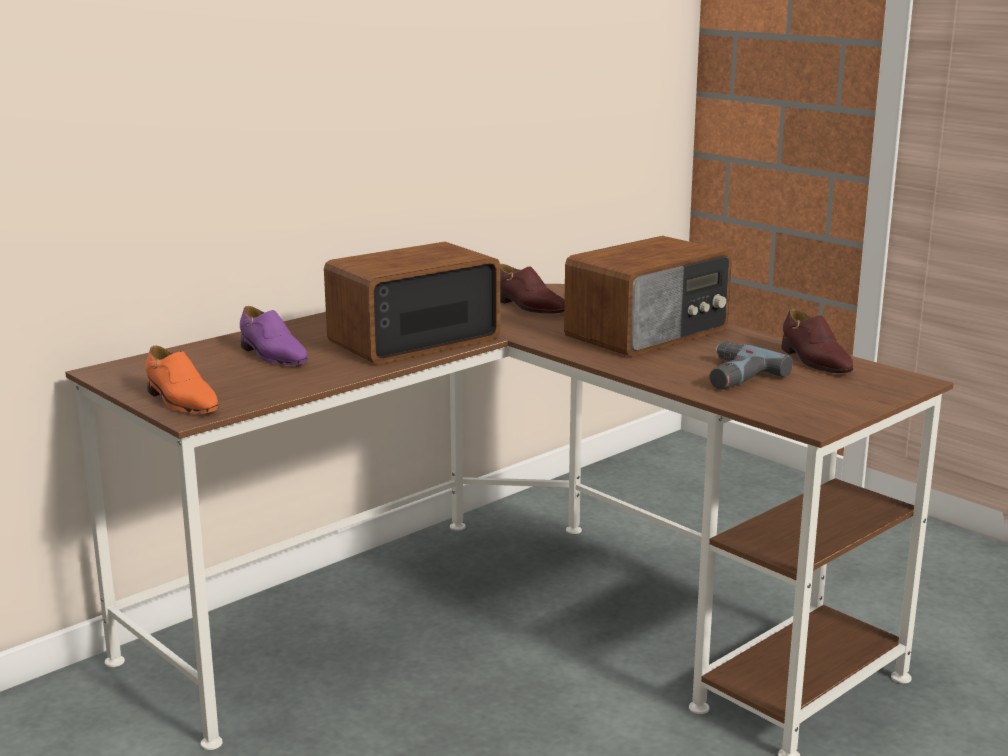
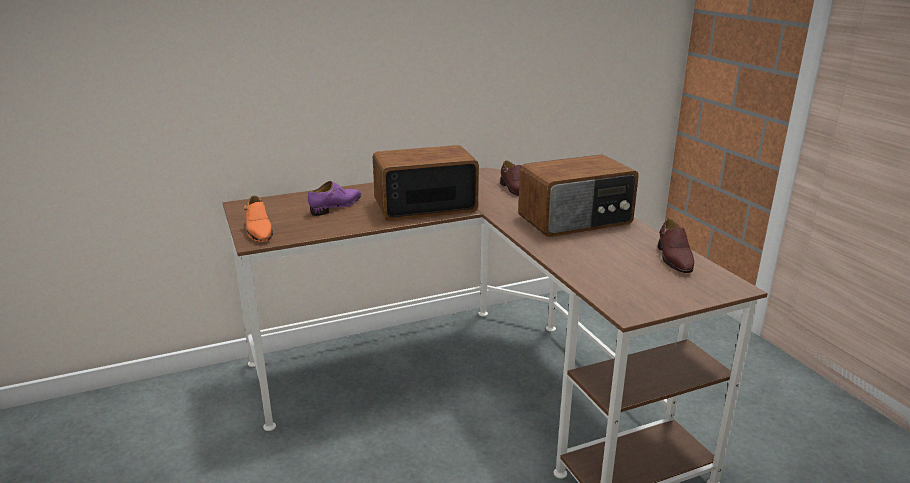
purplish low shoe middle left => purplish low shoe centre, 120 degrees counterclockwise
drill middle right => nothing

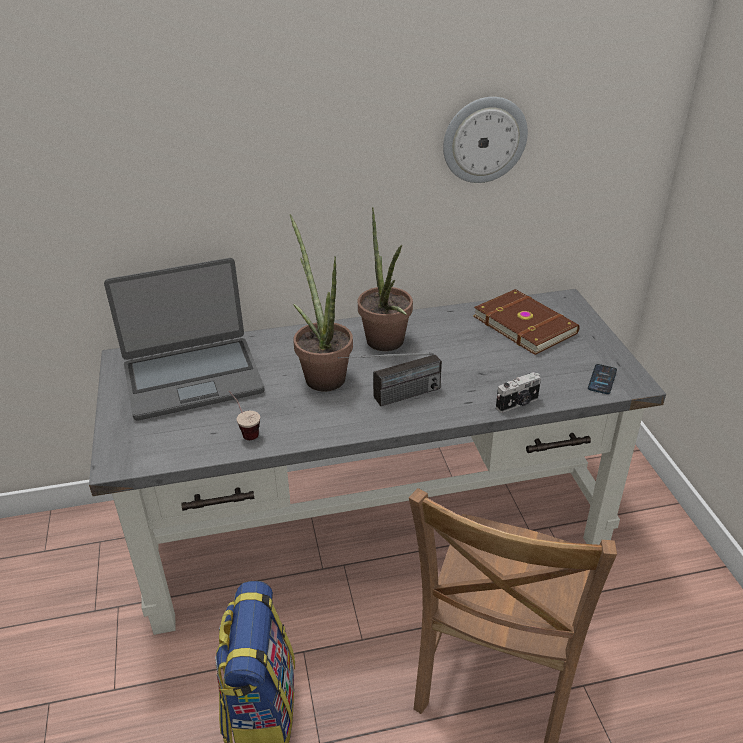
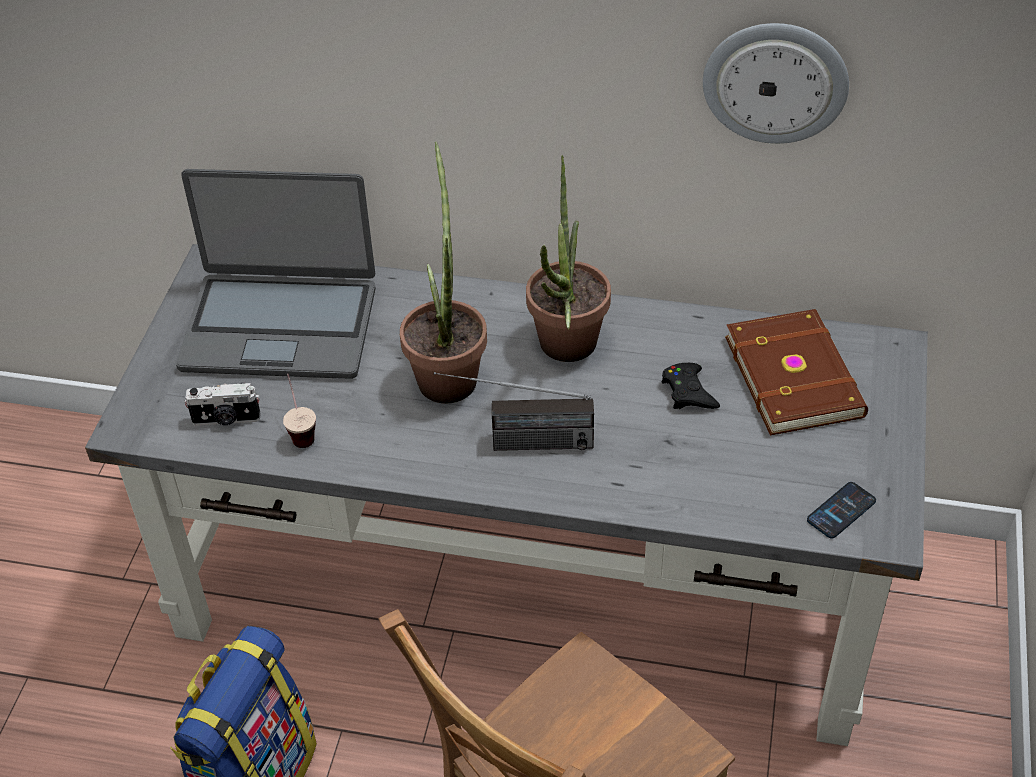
photo camera middle right => photo camera middle left, relocated
nothing => black-coloured joypad centre

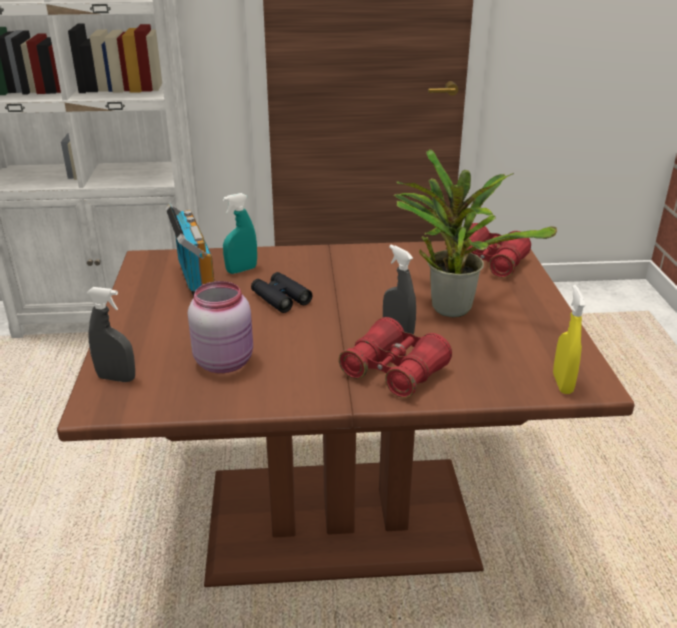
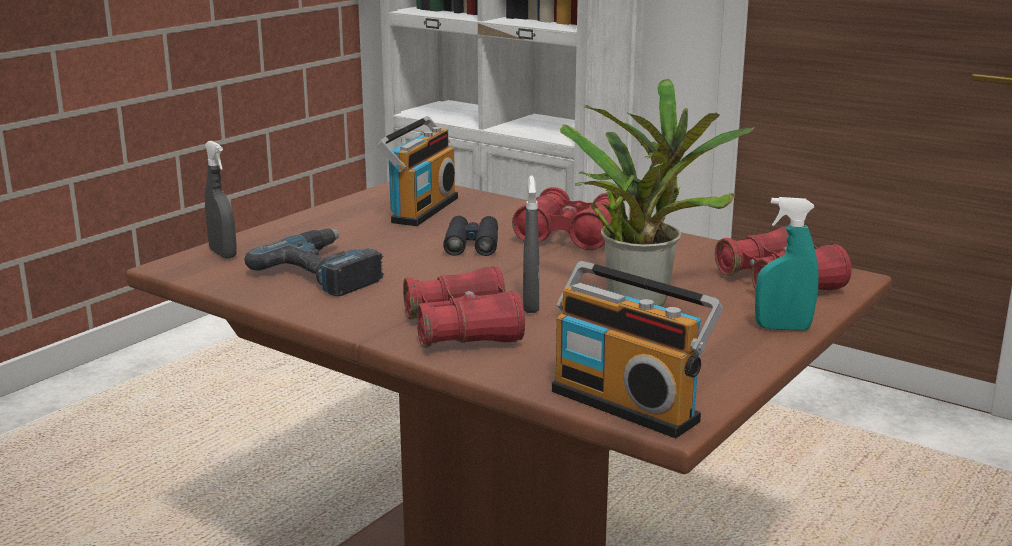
pink preserve jar middle left => drill middle left
turquoise spray bottle centre => turquoise spray bottle middle right, relocated
yellow-coloured spray bottle middle right => radio receiver (no. 2 from left) centre
nothing => red-coloured field glasses (no. 2 from left) centre

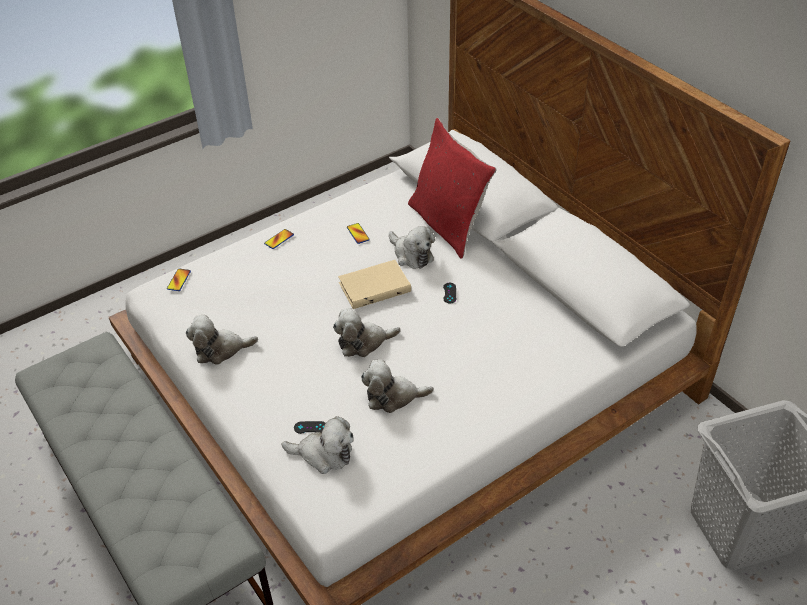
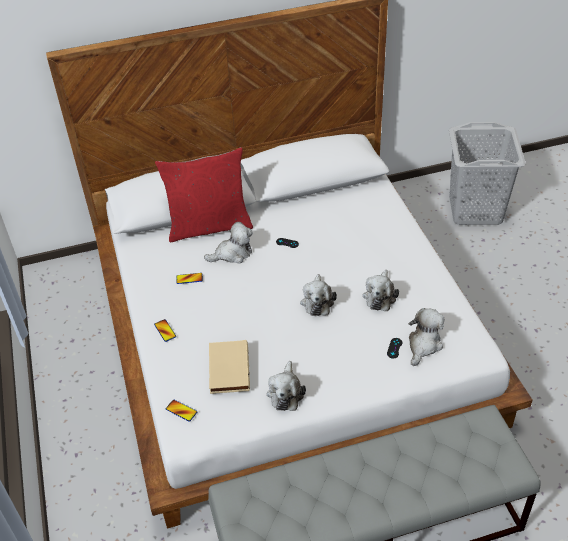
sand-coloured bound book centre => sand-coloured bound book bottom centre, relocated

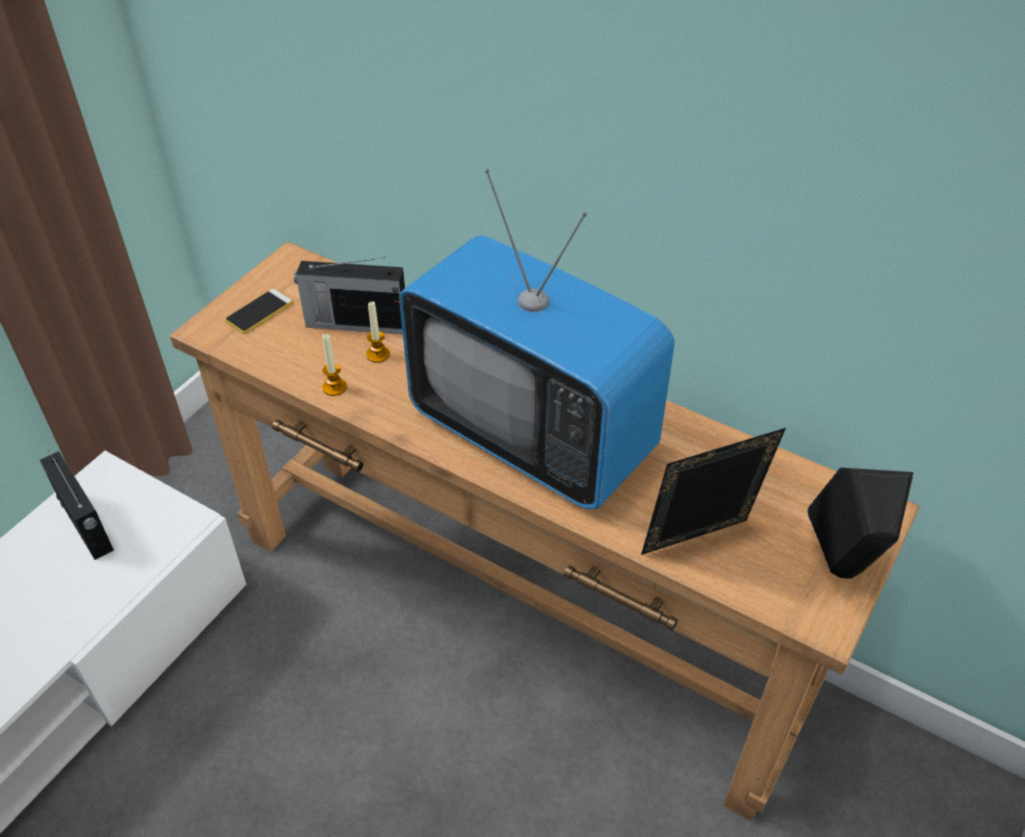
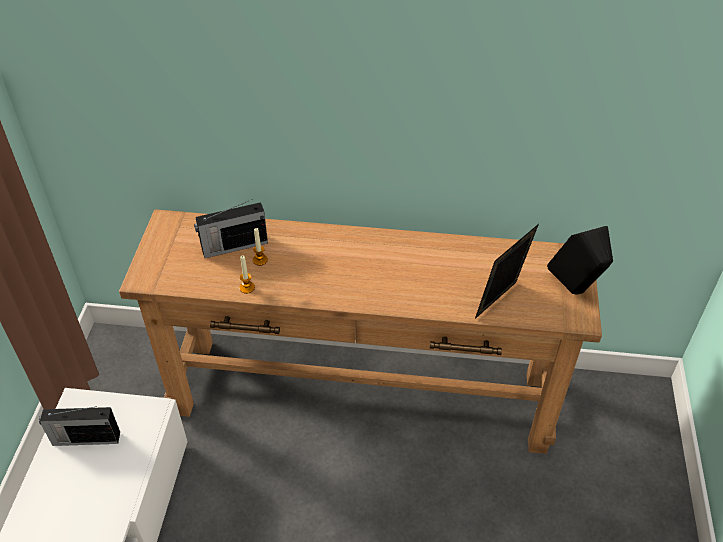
radio receiver (no. 1 from left) middle left => radio receiver (no. 1 from left) bottom left, 150 degrees clockwise
handset middle left => nothing
TV centre => nothing

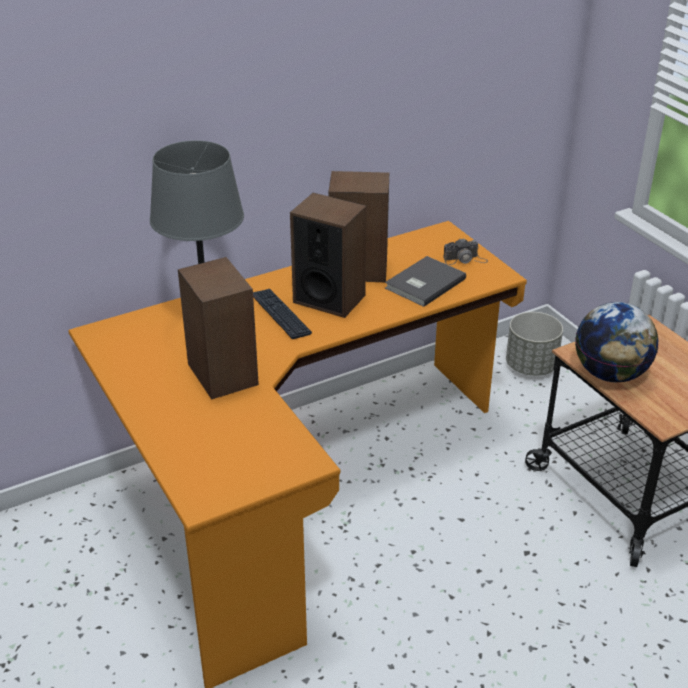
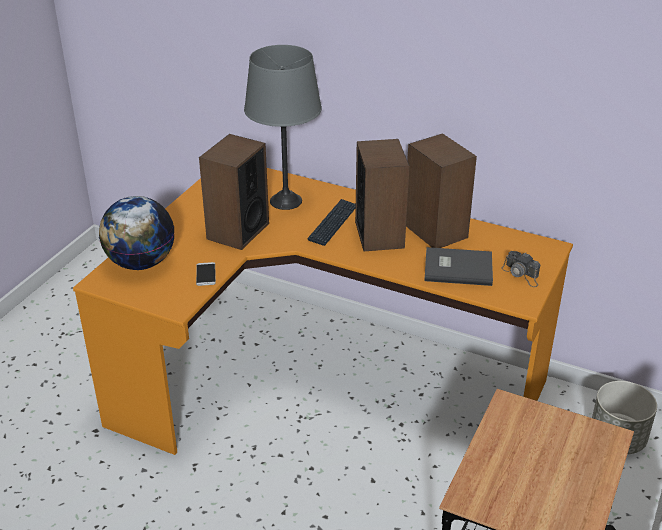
globe middle right => globe middle left, relocated
nothing => handset middle left

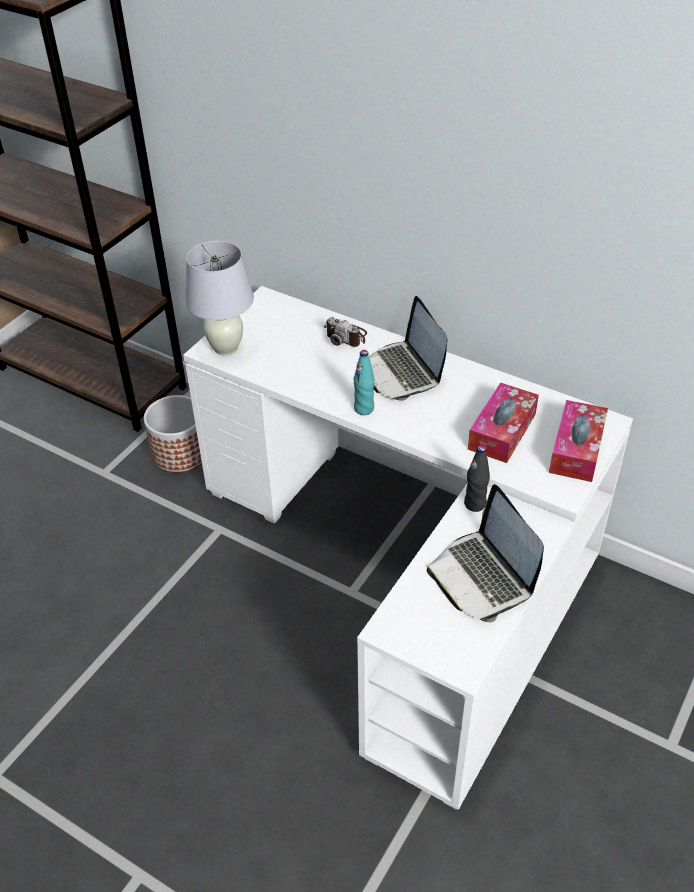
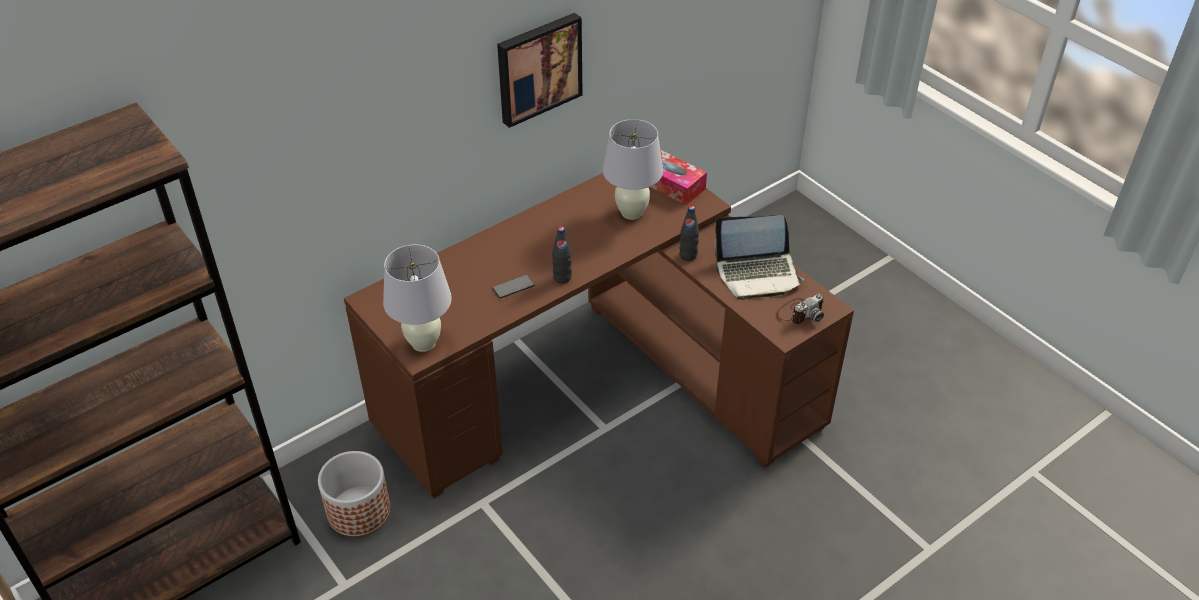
whitish desk table centre => brownish desk table centre
photo camera centre => photo camera middle right, relocated
turquoise drink bottle centre => black-coloured drink bottle (no. 1 from left) centre
notebook computer (no. 1 from left) centre => nothing
tissue holder (no. 1 from left) middle right => whitish tabletop lamp (no. 2 from left) top centre
nothing => handset centre
nothing => wall art top centre

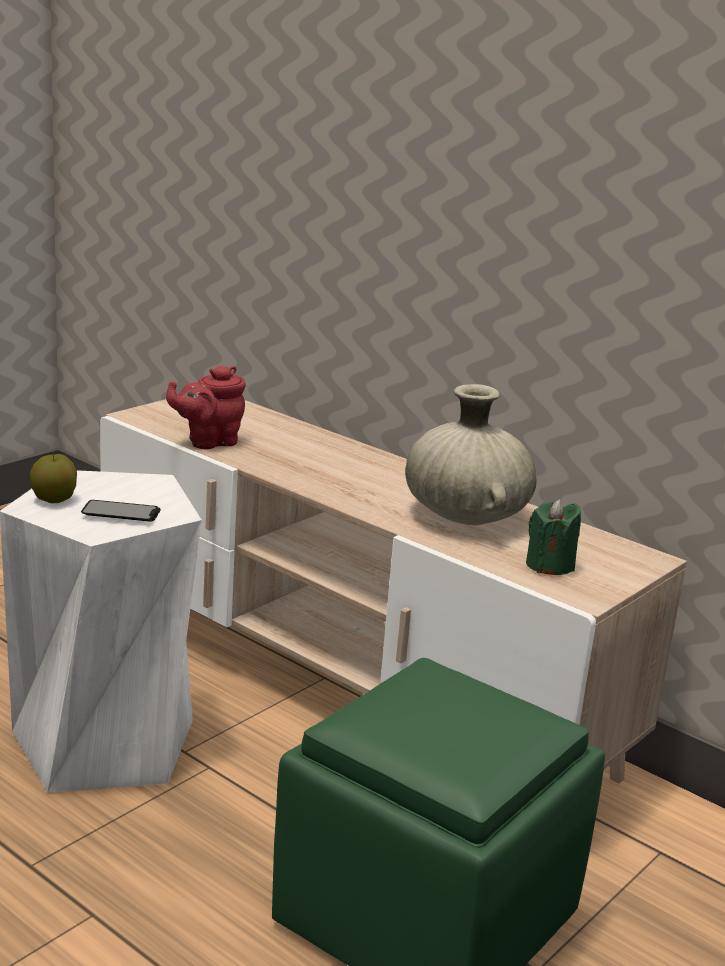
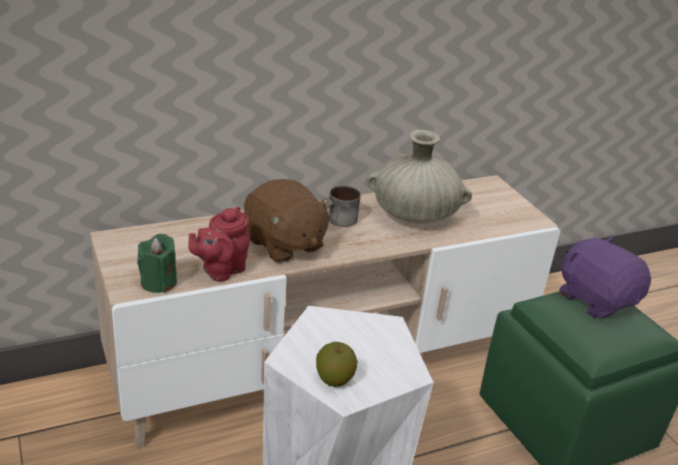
handset middle left => nothing
red-coloured pot for tea middle left, 45 degrees clockwise
green-coloured candle middle right => green-coloured candle middle left, relocated
nothing => brownish plush toy centre
nothing => mug centre
nothing => purplish plush toy middle right

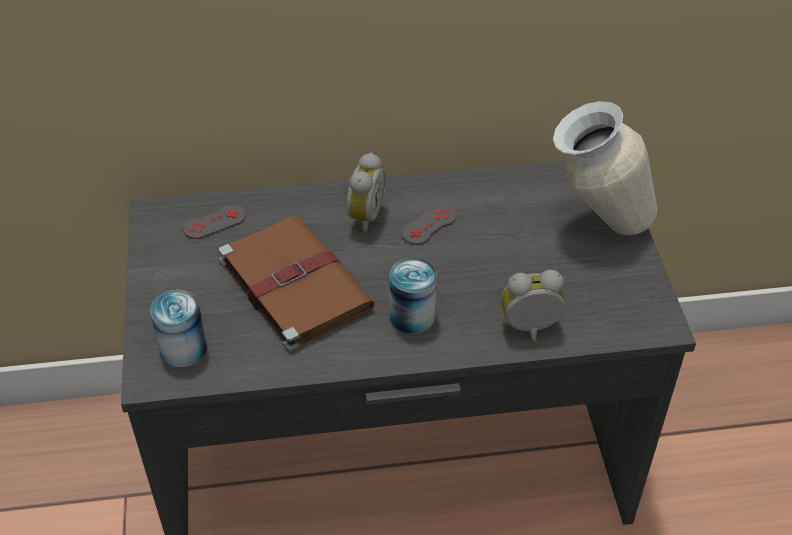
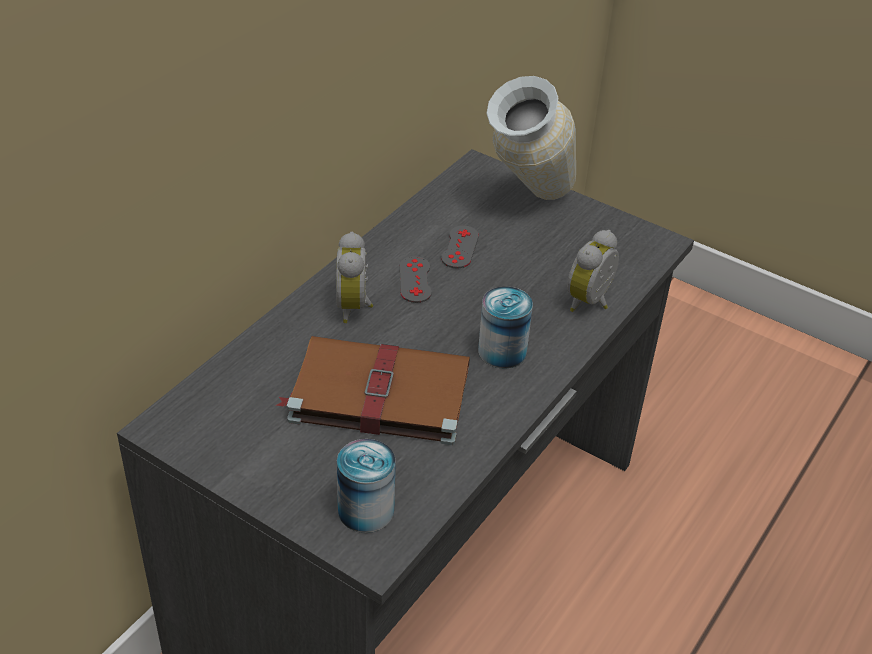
greyish joypad (no. 1 from left in the first image) middle left => greyish joypad (no. 2 from left) centre, relocated
alarm clock (no. 1 from left) centre, 150 degrees counterclockwise

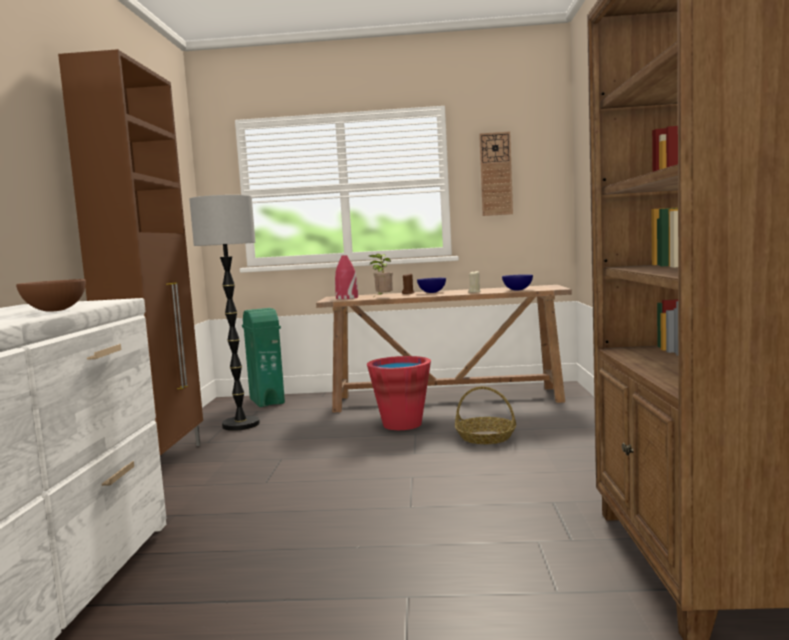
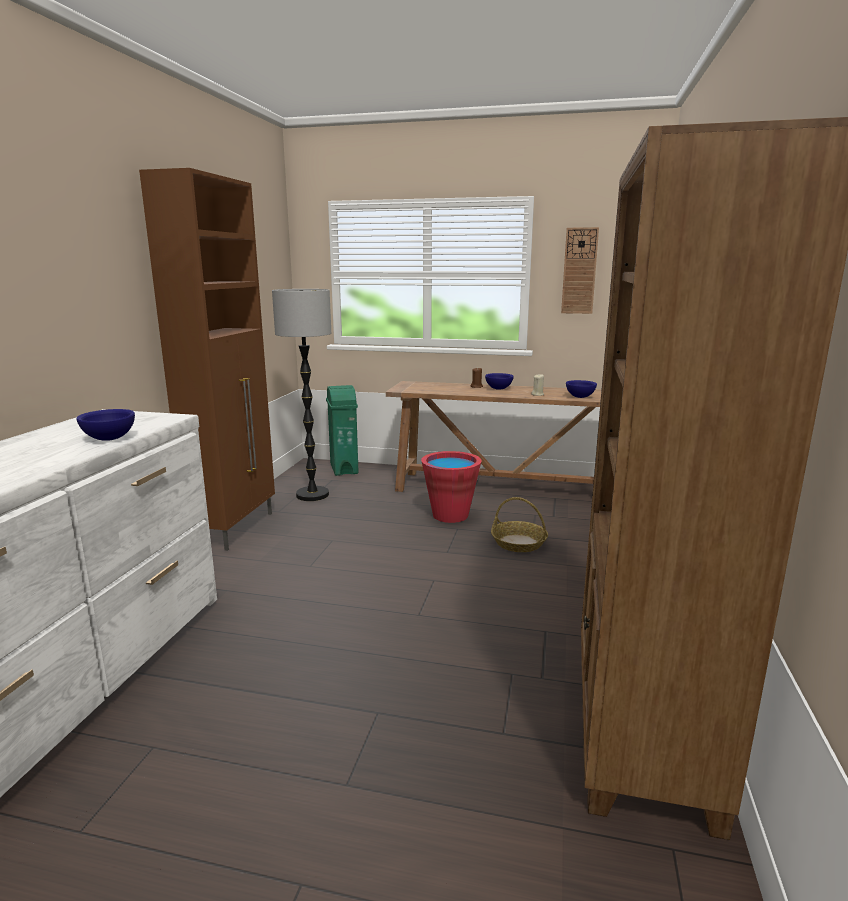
brownish serving bowl middle left => blue serving bowl (no. 1 from left) middle left
red-coloured vase centre => nothing
plant in a pot centre => nothing

